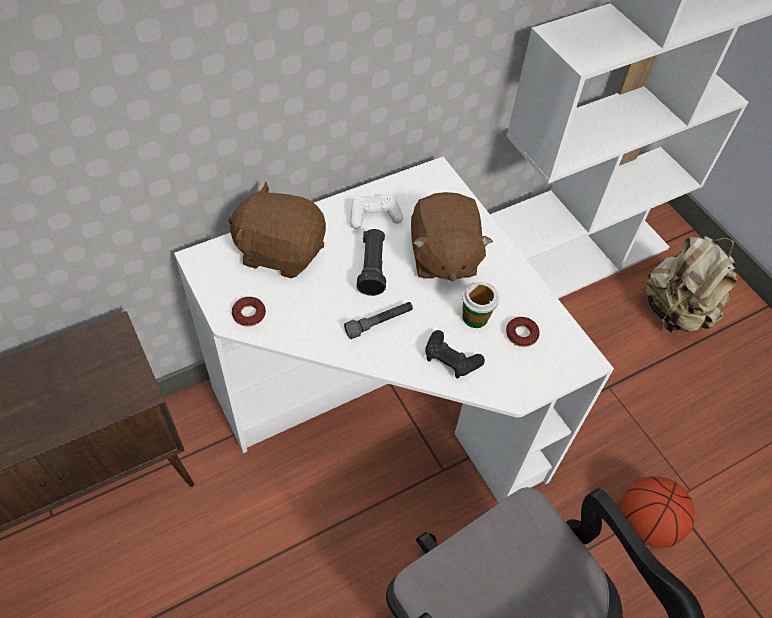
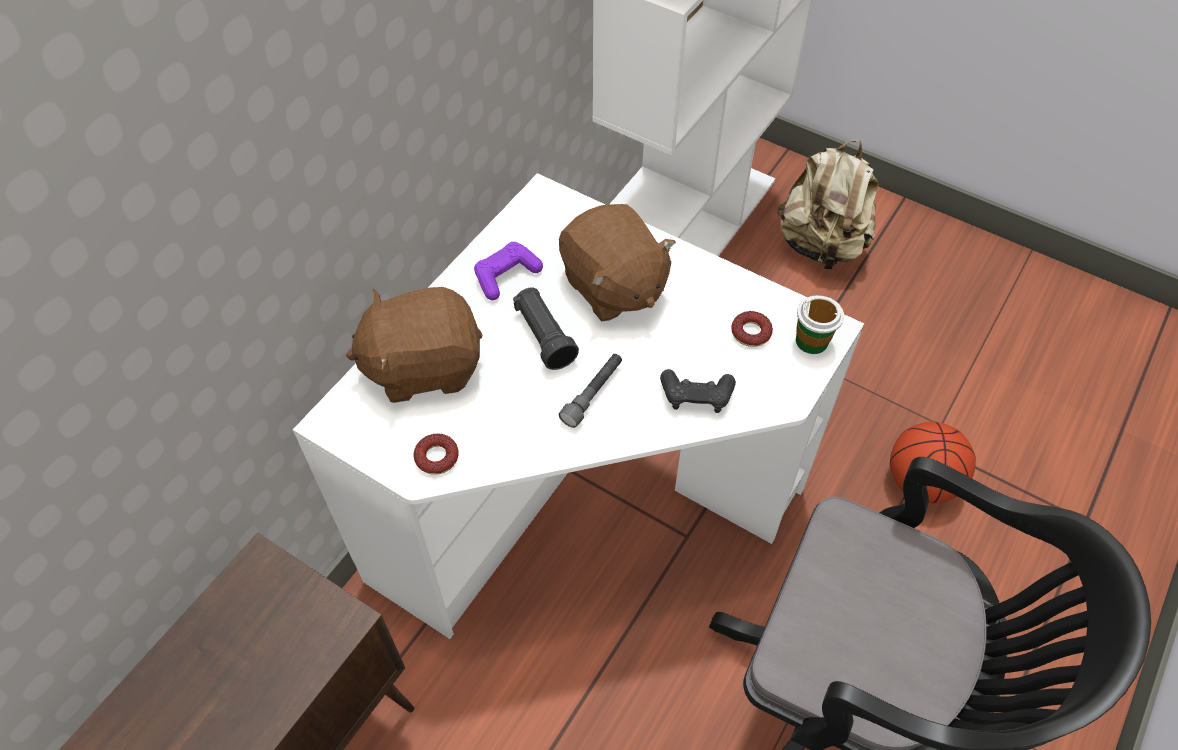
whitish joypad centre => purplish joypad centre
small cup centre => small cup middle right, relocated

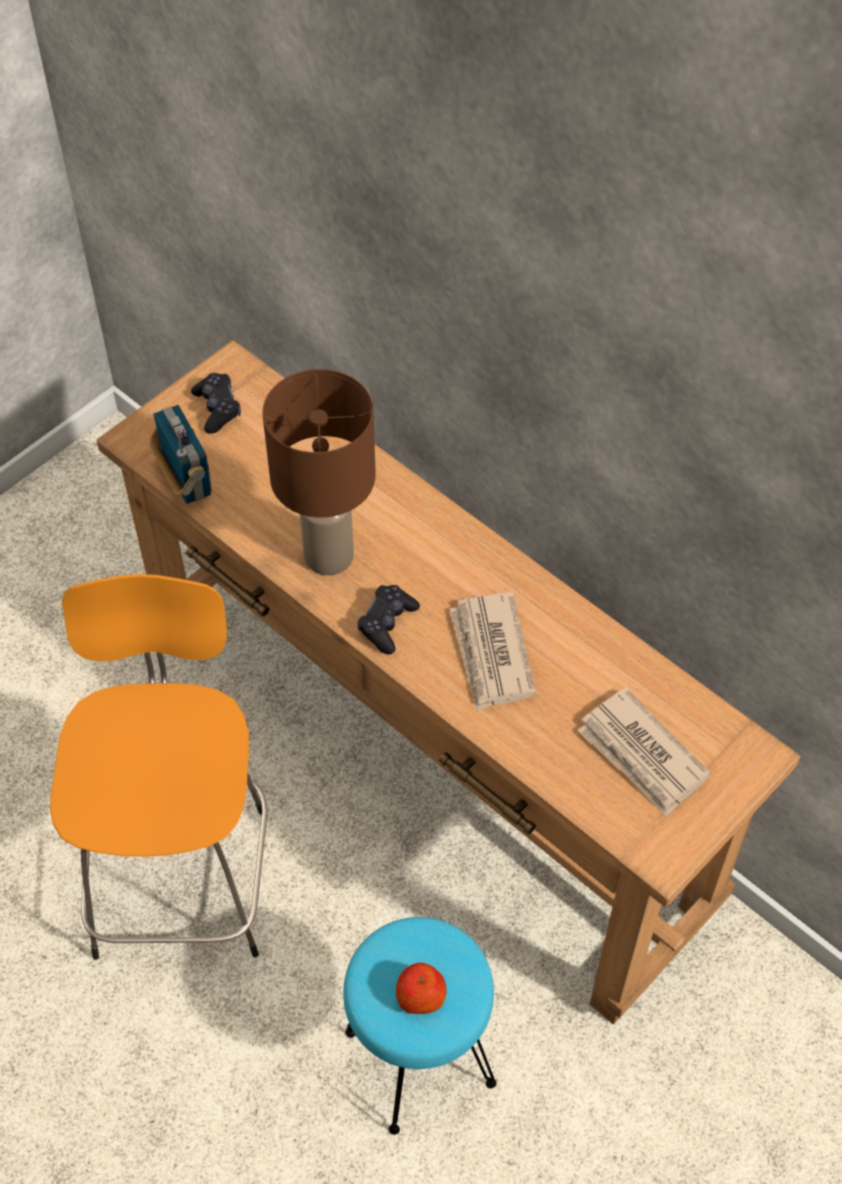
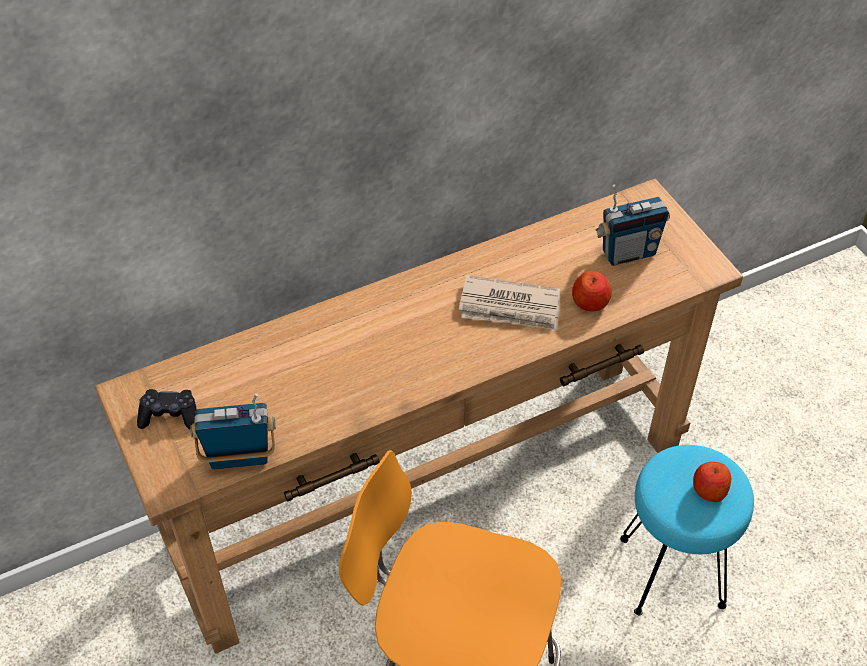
brownish tabletop lamp centre => nothing
black-coloured joypad (no. 2 from left) centre => nothing
printed paper (no. 2 from left) middle right => radio receiver (no. 2 from left) middle right
nothing => apple (no. 1 from left) middle right

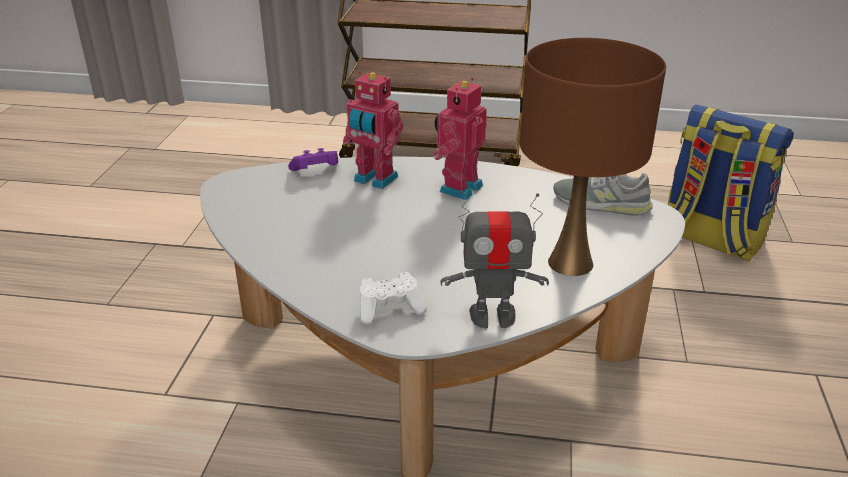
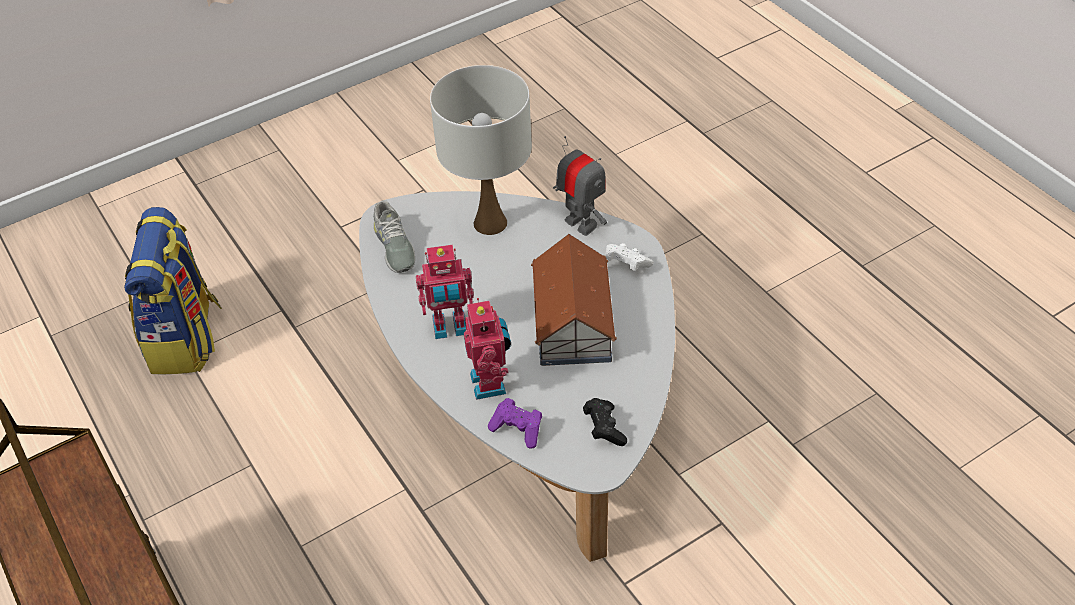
brownish tabletop lamp top right => whitish tabletop lamp top centre
nothing => toy house centre
nothing => black-coloured joypad bottom centre

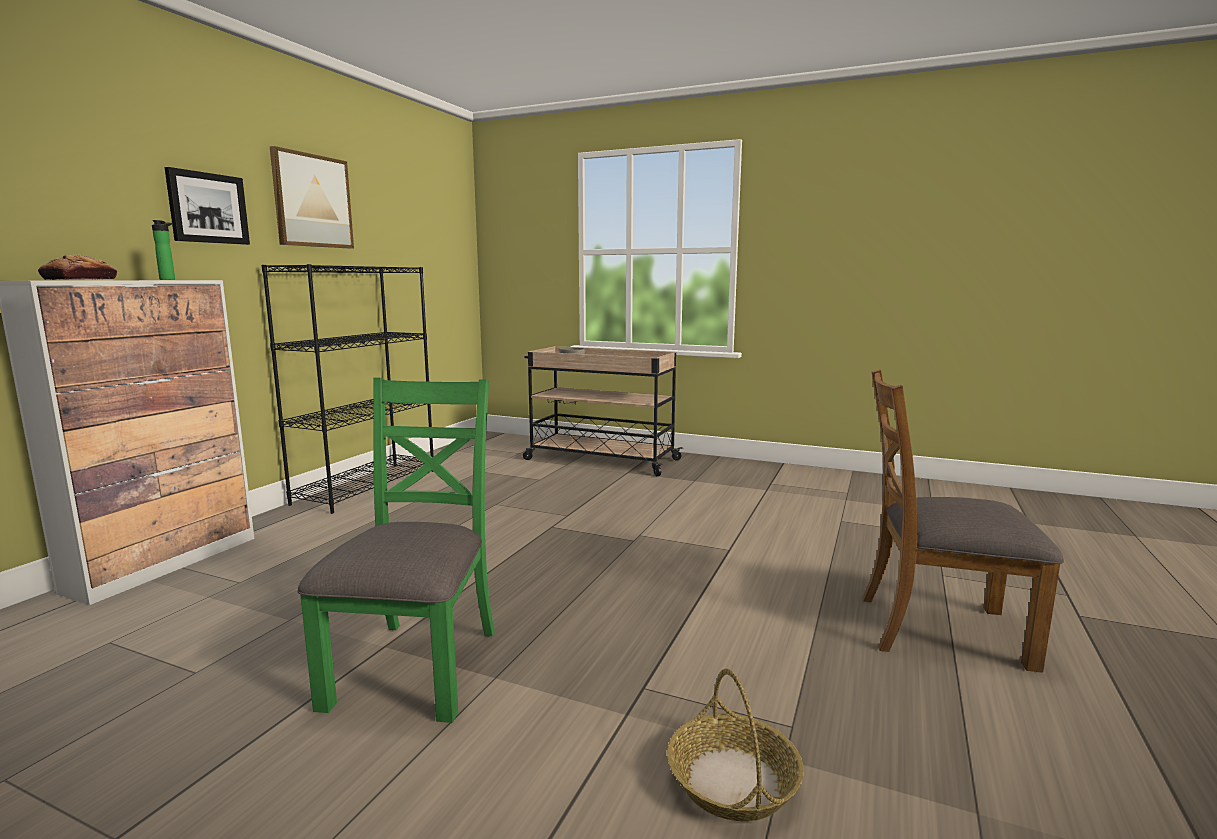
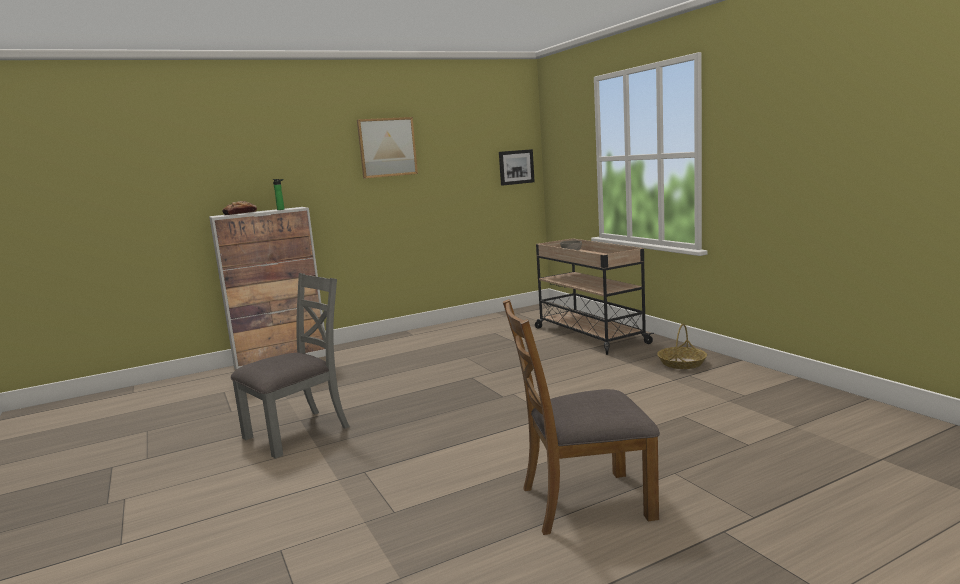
wall art (no. 1 from left in the first image) top left => wall art (no. 2 from left) top centre, relocated
black-coloured shelving unit middle left => nothing
green-coloured plain chair middle left => greyish plain chair middle left
household basket bottom centre => household basket middle right, relocated
brownish plain chair middle right => brownish plain chair bottom centre, 60 degrees counterclockwise

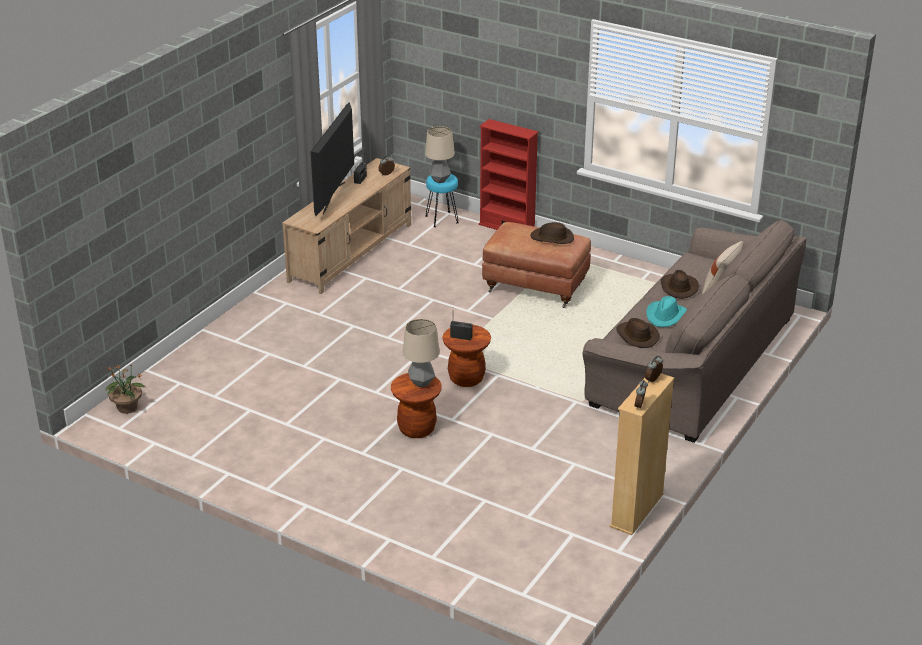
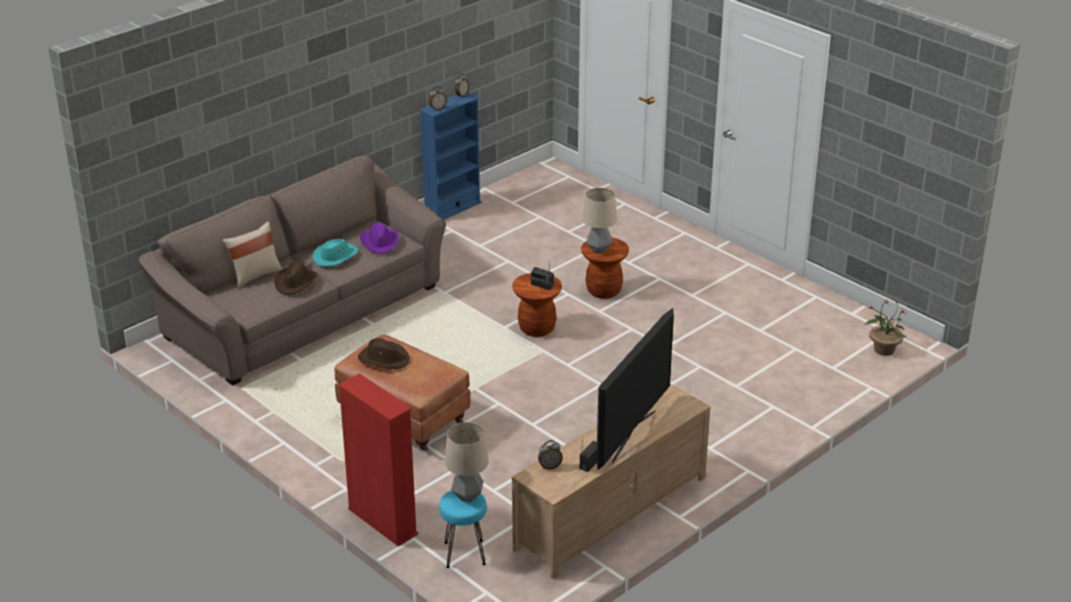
sand-coloured shelving unit bottom right => blue shelving unit top centre
brownish clothing hat (no. 2 from left) middle right => purplish clothing hat centre

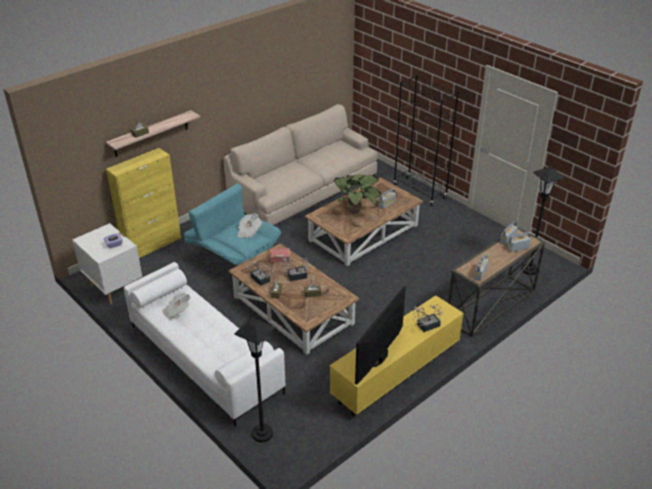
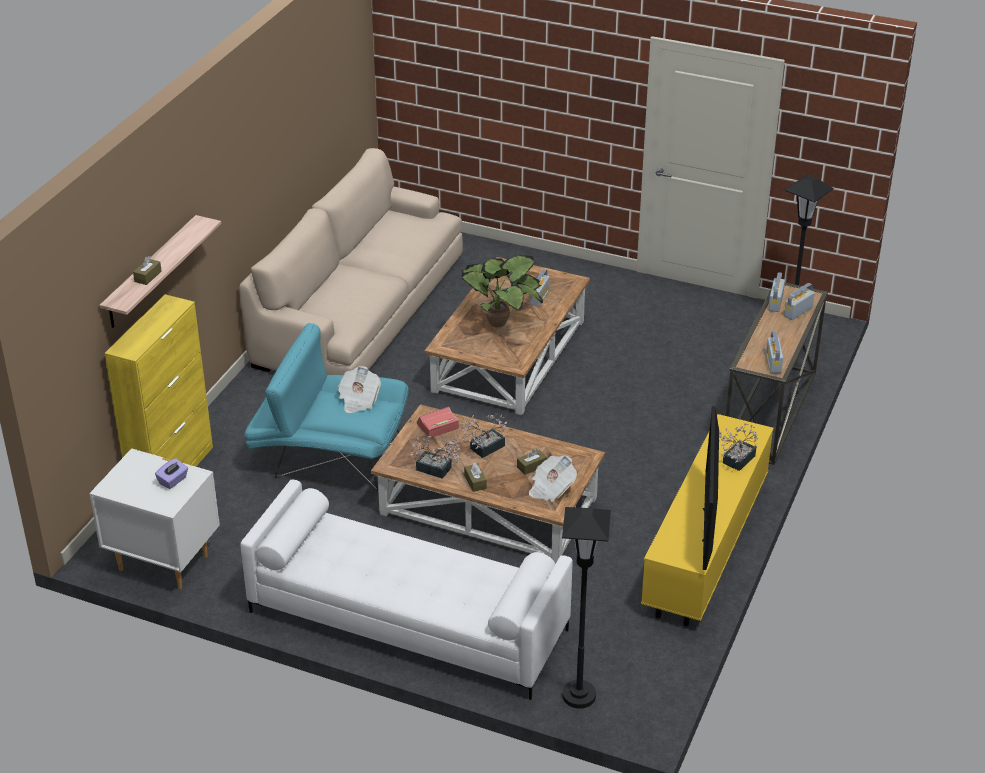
printed paper (no. 1 from left in the first image) middle left => printed paper (no. 2 from left) centre, relocated
black-coloured shelving unit top centre => nothing

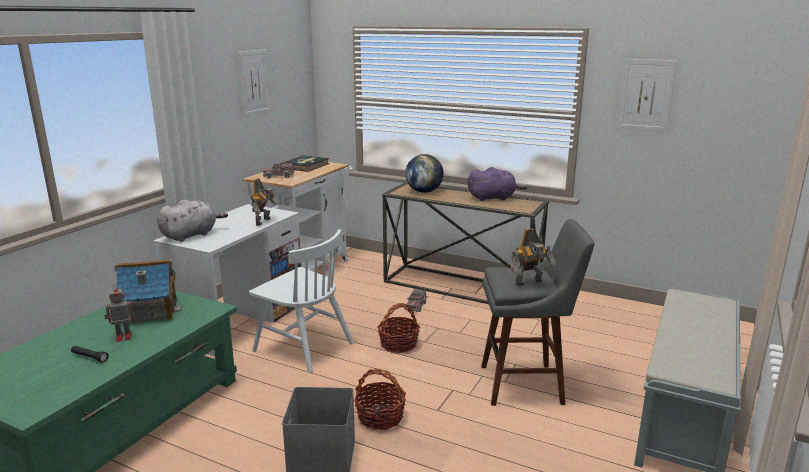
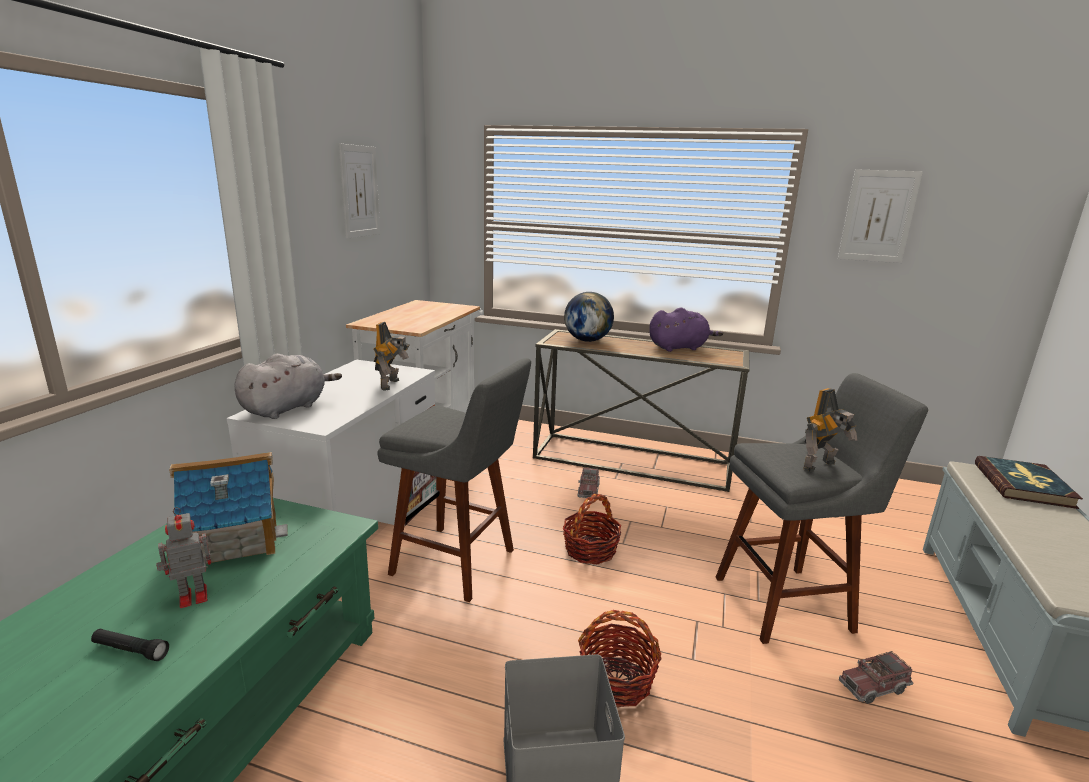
whitish plain chair centre => greyish stool (no. 1 from left) centre
model truck (no. 1 from left in the first image) centre => model truck (no. 2 from left) bottom right, relocated
bound book centre => bound book middle right, relocated

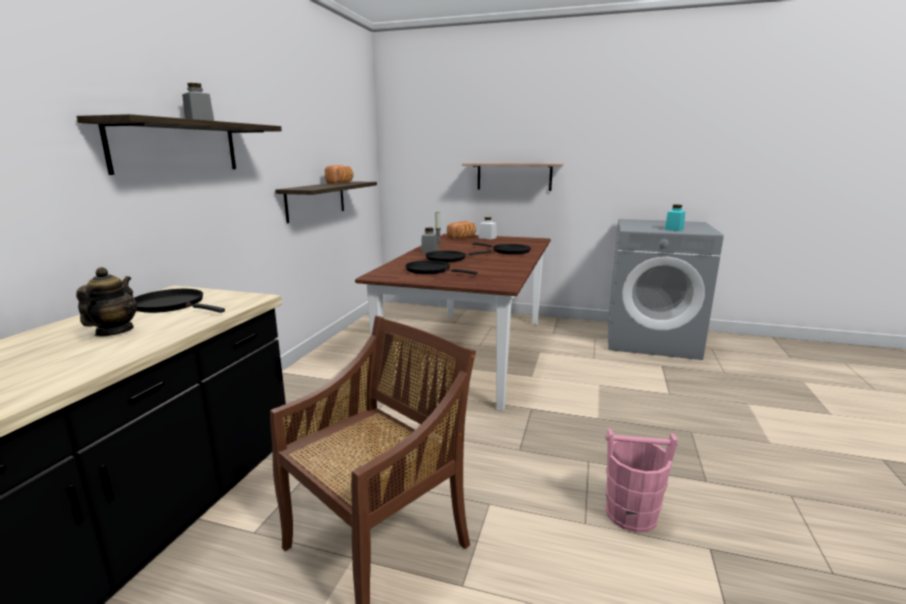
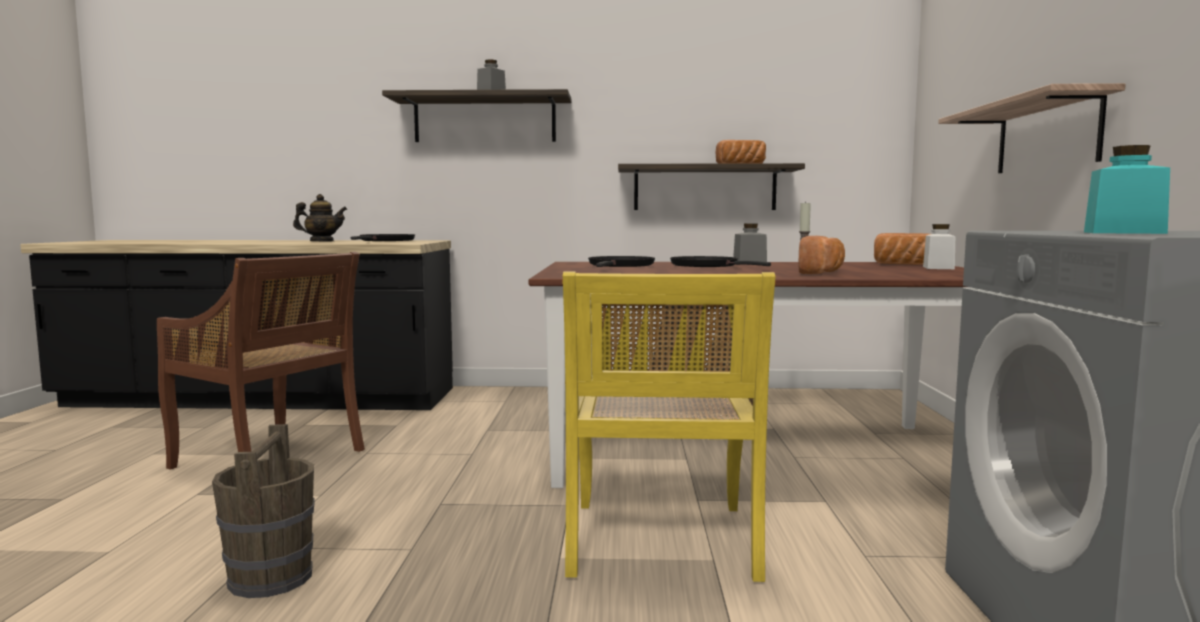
black-coloured pan (no. 4 from left) centre => bread (no. 2 from left) middle right
pink bucket bottom right => brownish bucket bottom left
nothing => yellow-coloured plain chair bottom centre

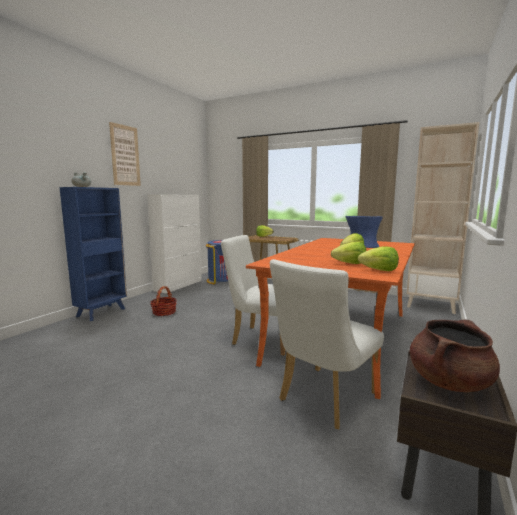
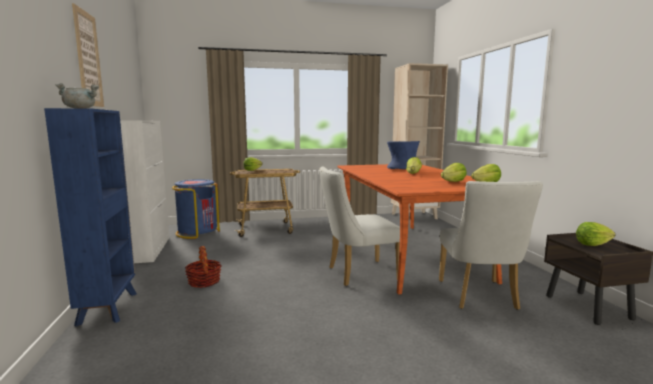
brownish saucepot bottom right => head of lettuce (no. 5 from left) middle right

